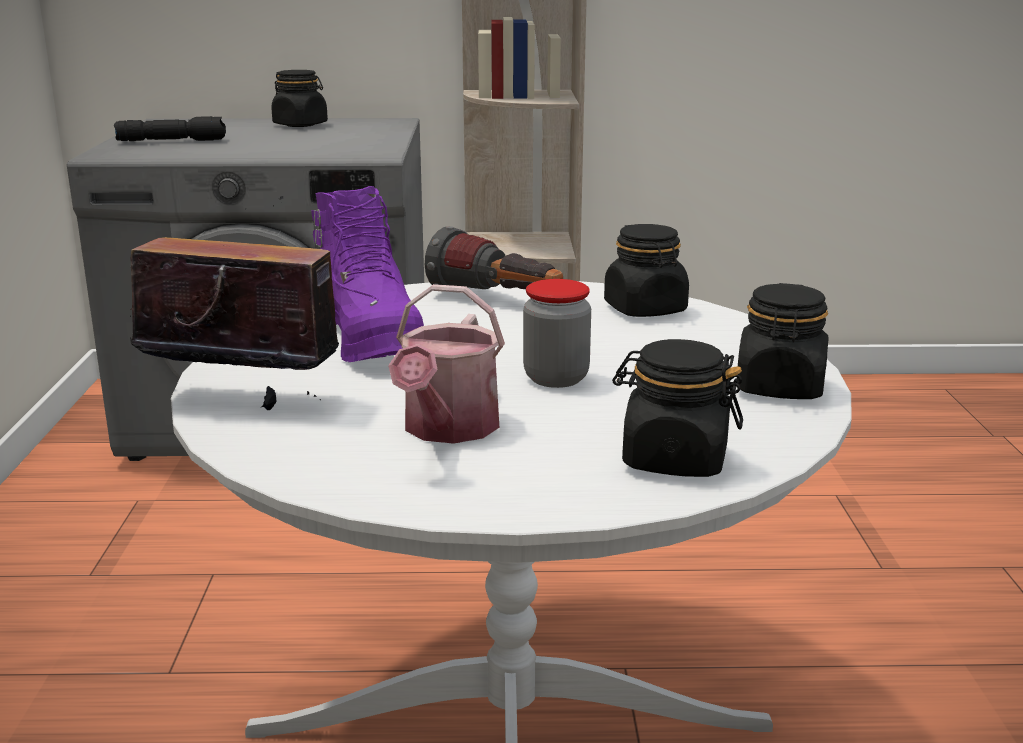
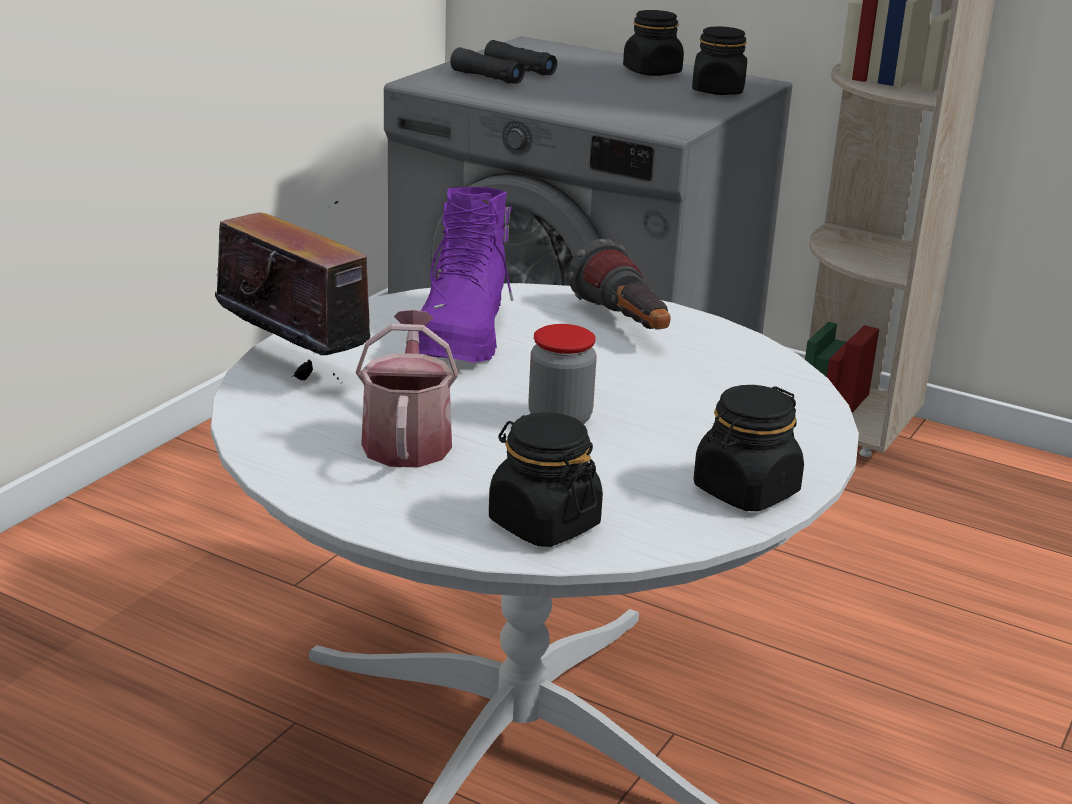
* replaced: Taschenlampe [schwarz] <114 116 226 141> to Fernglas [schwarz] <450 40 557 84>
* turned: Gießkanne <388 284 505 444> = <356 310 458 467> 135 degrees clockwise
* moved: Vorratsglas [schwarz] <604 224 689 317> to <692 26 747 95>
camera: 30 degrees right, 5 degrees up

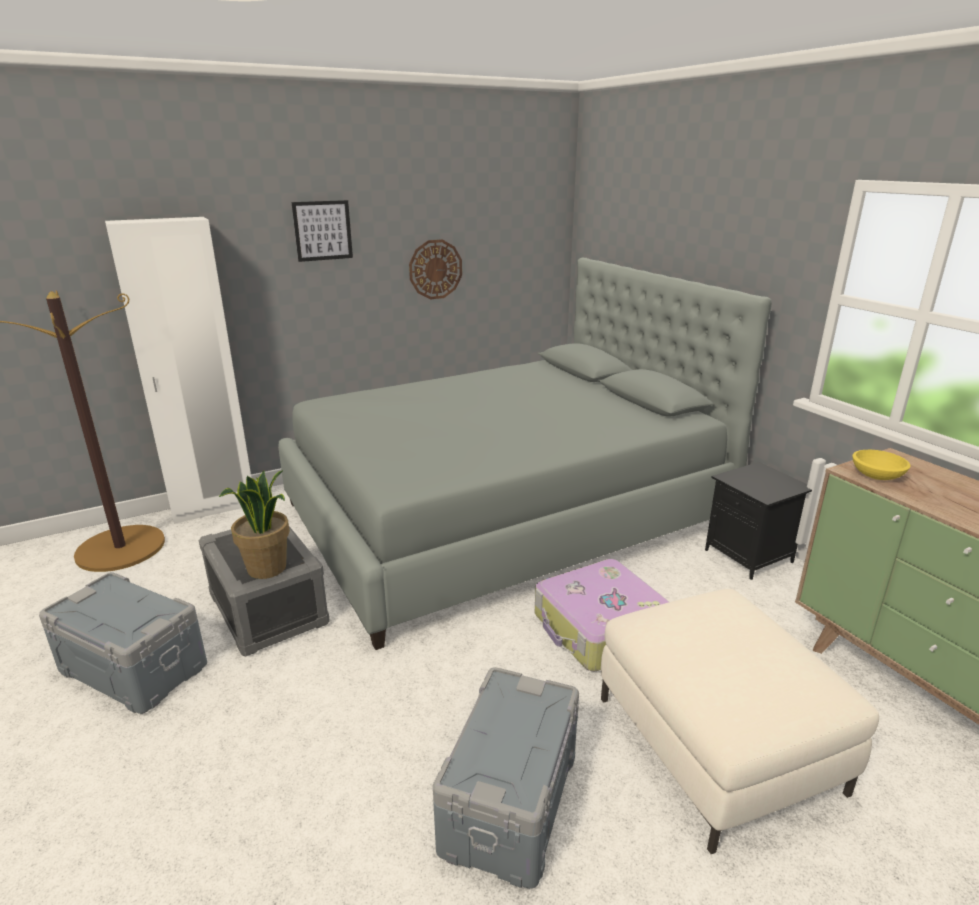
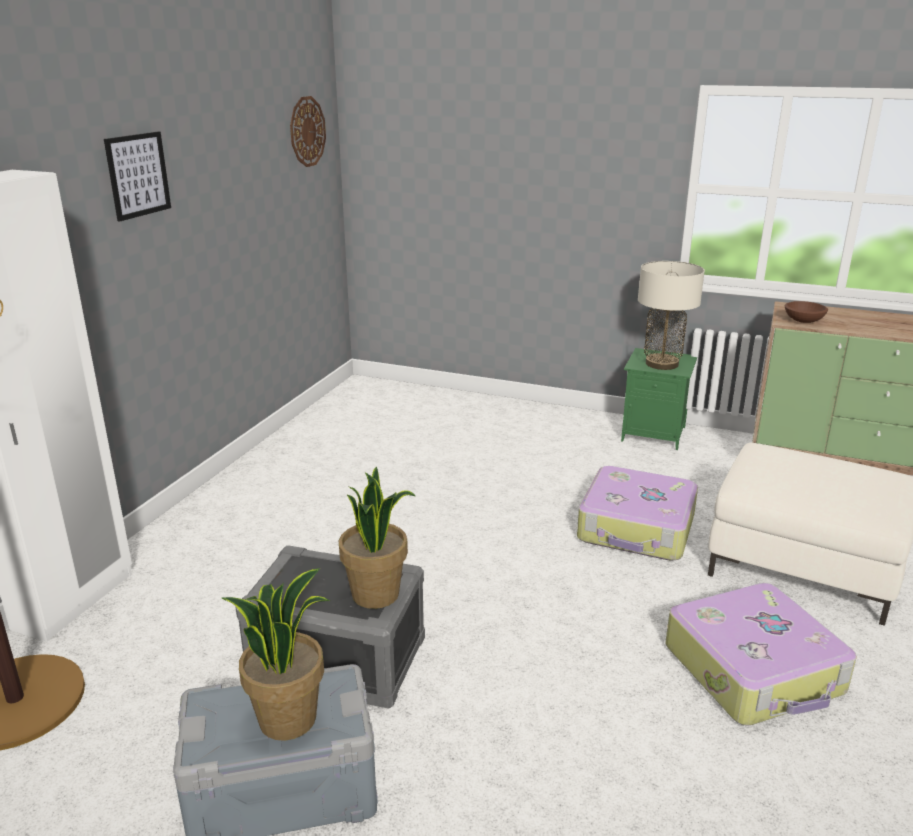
* removed: Bett [grau] <278 258 772 650>
* moved: Wanduhr <409 239 462 300> to <290 96 326 167>
* replaced: Aufbewahrungsbox [grau] <433 667 579 889> to Koffer <666 583 857 726>
* recoloured: Nachttisch [schwarz] <705 462 812 580> to Nachttisch [grün] <621 348 697 450>
* recoloured: Schüssel [gelb] <852 450 911 480> to Schüssel [braun] <785 301 828 323>
* added: Topfpflanze <222 568 331 741>
* added: Tischlampe <638 261 705 370>
camera: 40 degrees left, 0 degrees up

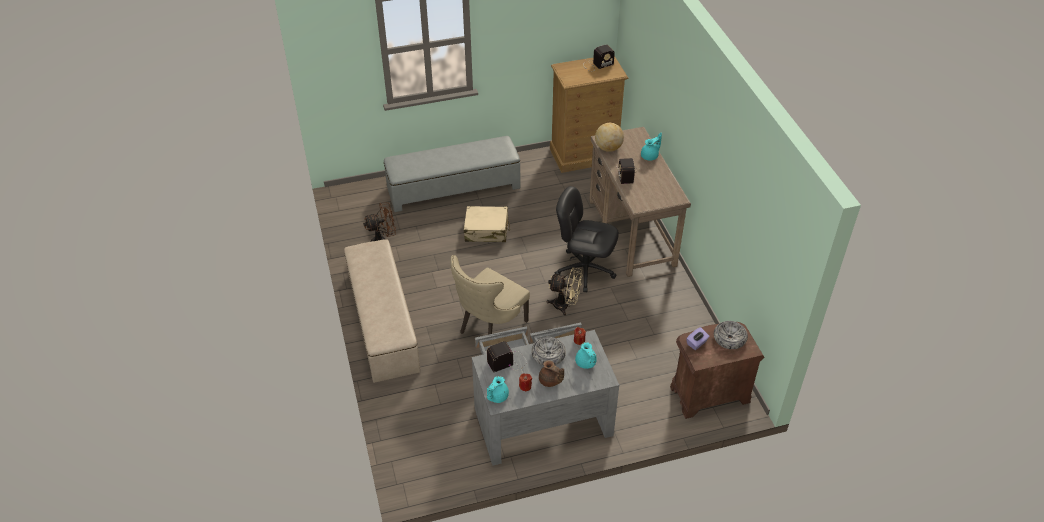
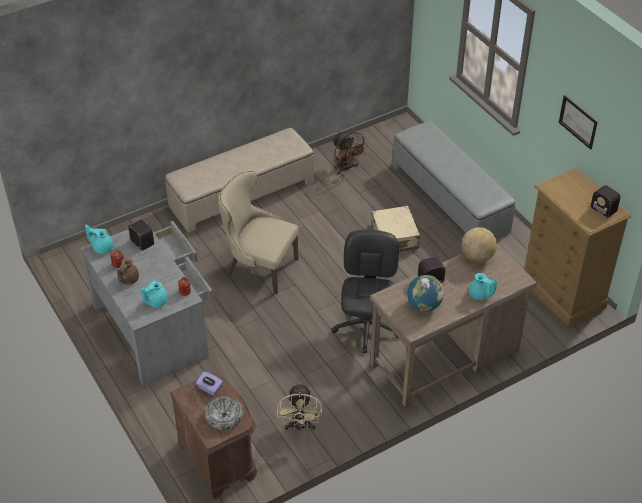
* removed: Schüssel <531 337 566 366>
* moved: Ventilator [beige] <547 267 583 316> to <277 383 322 430>
* added: Globus <407 275 444 311>
* added: Bild <559 95 598 150>
camera: 75 degrees right, 0 degrees up

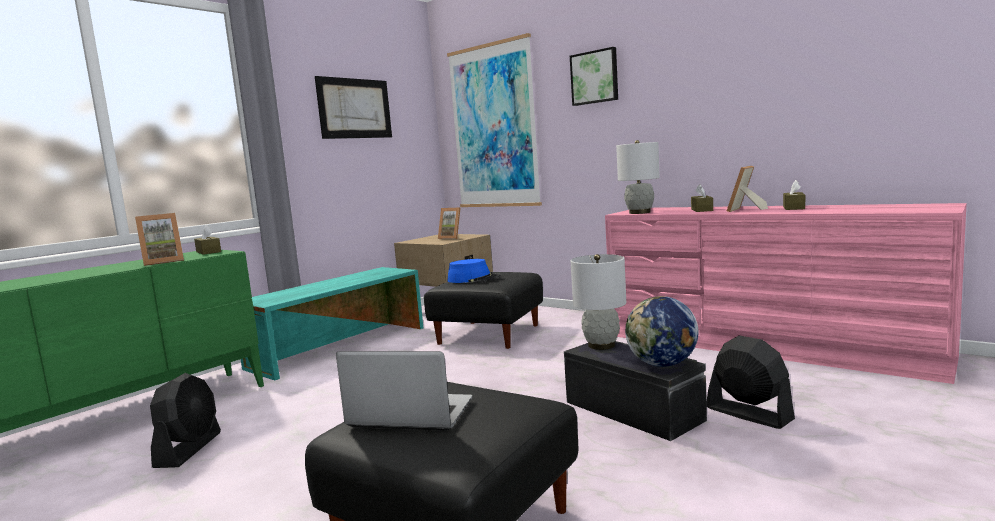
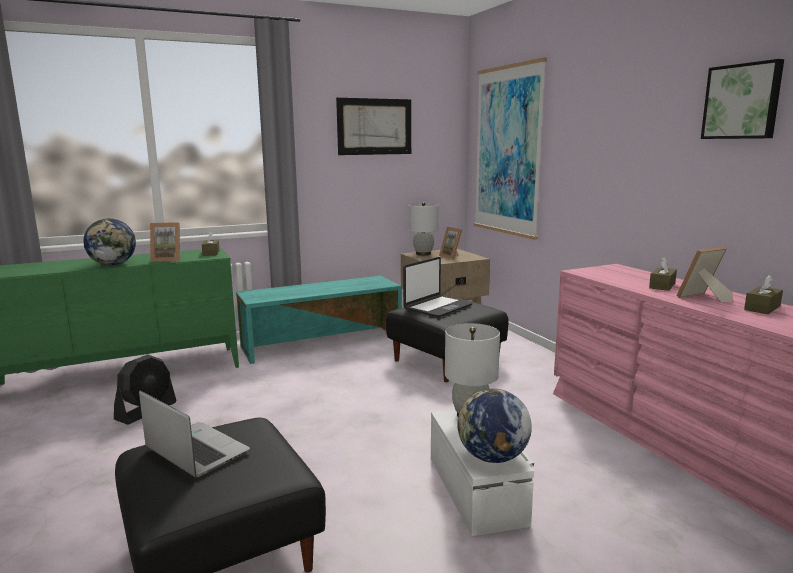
* replaced: Hut [blau] <448 259 501 283> to Laptop <403 257 473 317>
* recoloured: Aufbewahrungsbox [schwarz] <564 341 707 441> to Aufbewahrungsbox [weiß] <431 409 534 536>
* moved: Bild <570 47 618 106> to <701 59 784 139>
* moved: Tischlampe [weiß] <616 140 660 214> to <409 202 438 255>
* removed: Ventilator [schwarz] <707 335 795 429>
* added: Globus <83 218 136 266>
camera: 25 degrees right, 5 degrees up

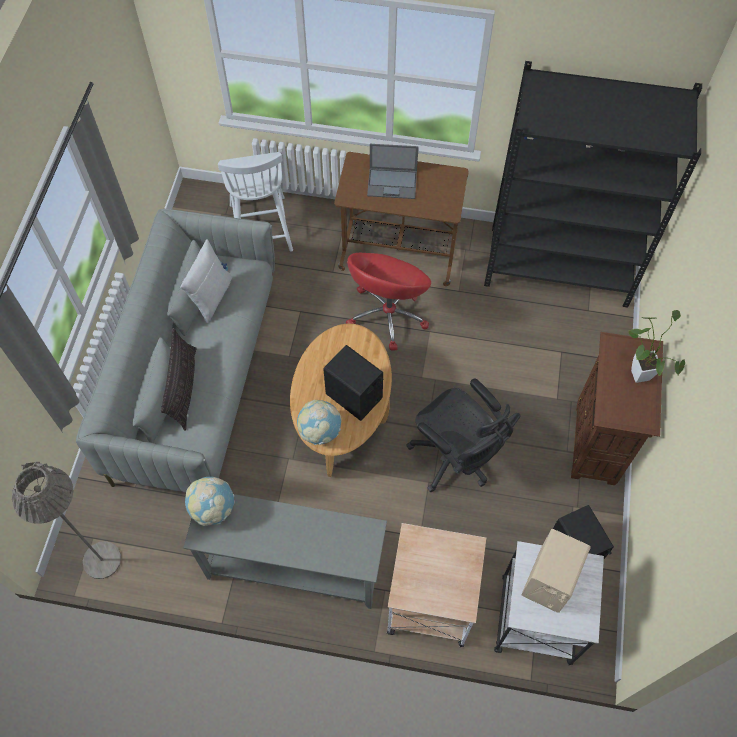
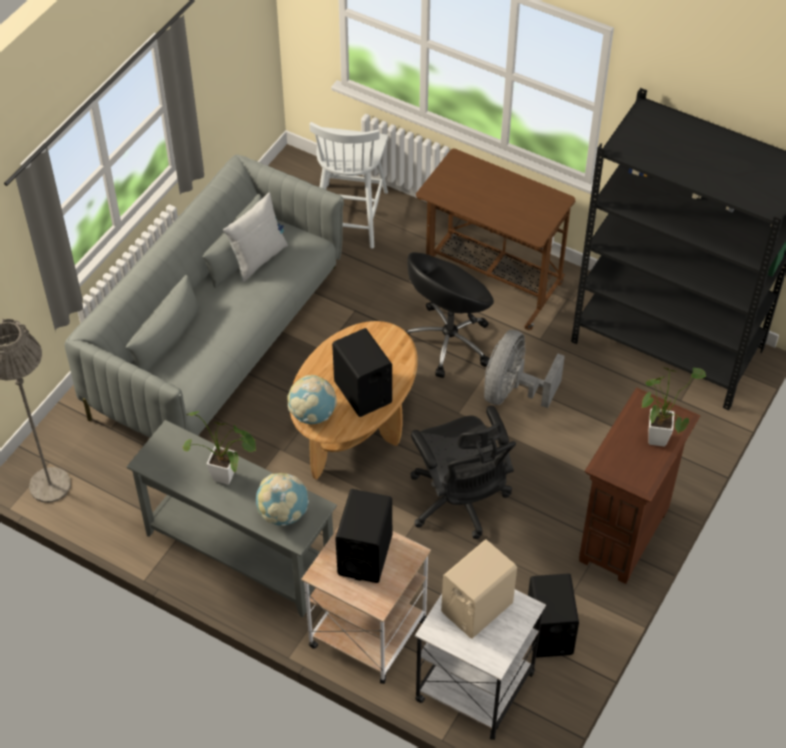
* removed: Kissen <161 328 196 431>
* moved: Globus <185 477 234 526> to <256 473 309 526>
* recoloured: Bürostuhl [rot] <346 253 431 350> to Bürostuhl [schwarz] <406 252 494 378>
* removed: Laptop <367 144 419 199>
* added: Topfpflanze <183 411 256 485>
* added: Lautsprecher [schwarz] <335 489 392 583>
* added: Ventilator [grau] <484 330 565 408>
camera: 20 degrees right, 10 degrees down

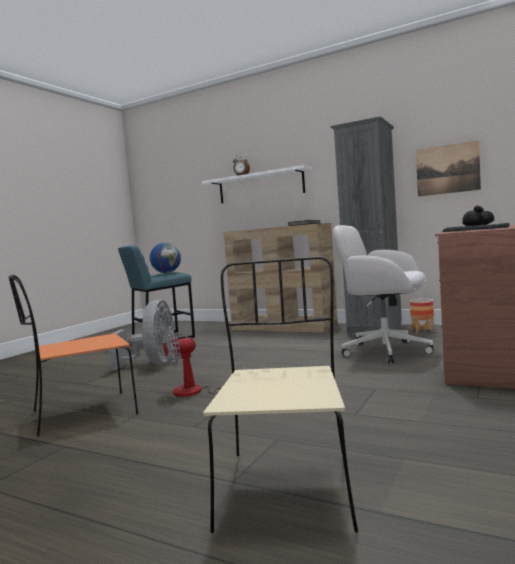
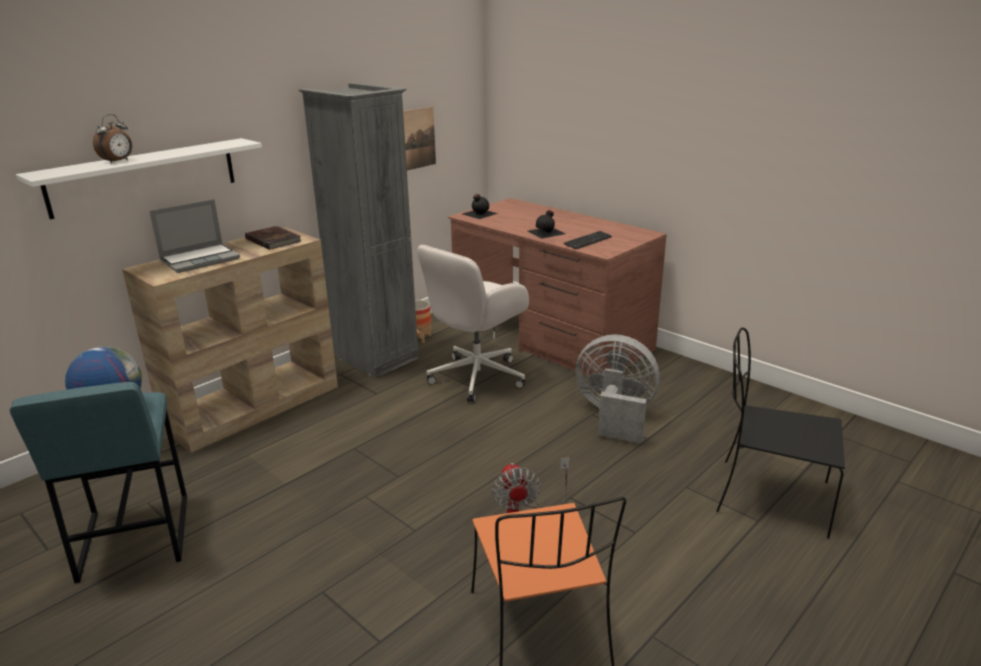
* moved: Ventilator [grau] <108 300 175 370> to <576 335 660 444>
* recoloured: Stuhl [beige] <203 256 358 533> to Stuhl [schwarz] <716 327 845 539>
* added: Laptop <150 200 240 273>
camera: 75 degrees left, 20 degrees up

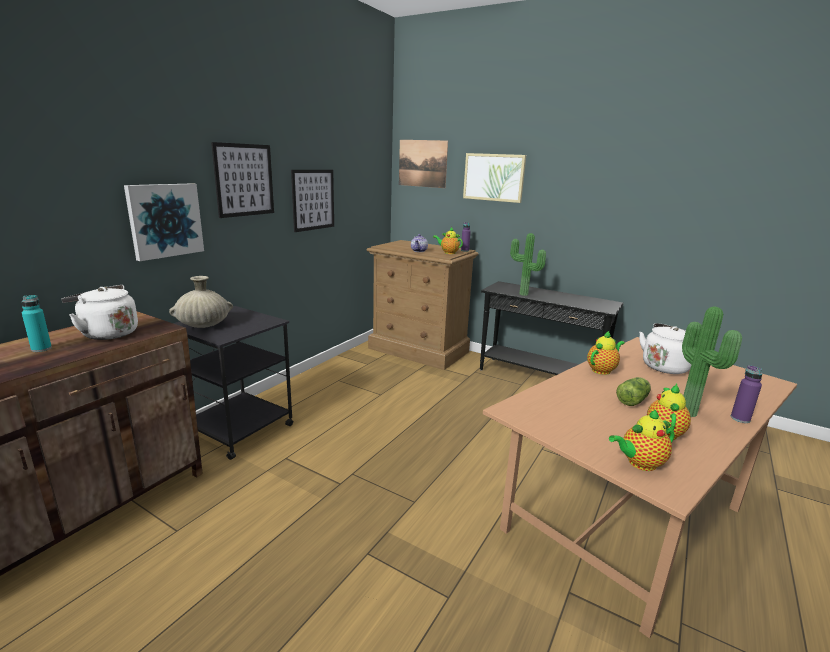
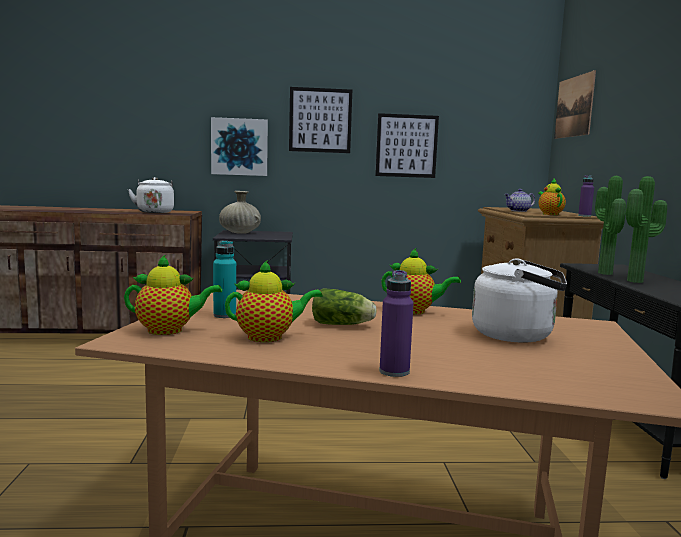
* moved: Flasche [türkis] <22 295 52 352> to <213 240 236 318>
* removed: Bild <463 153 526 203>
* turned: Teekanne <609 409 674 471> = <124 254 222 335> 135 degrees clockwise
* moved: Topfpflanze <682 307 742 417> to <626 176 667 283>
camera: 55 degrees right, 10 degrees down

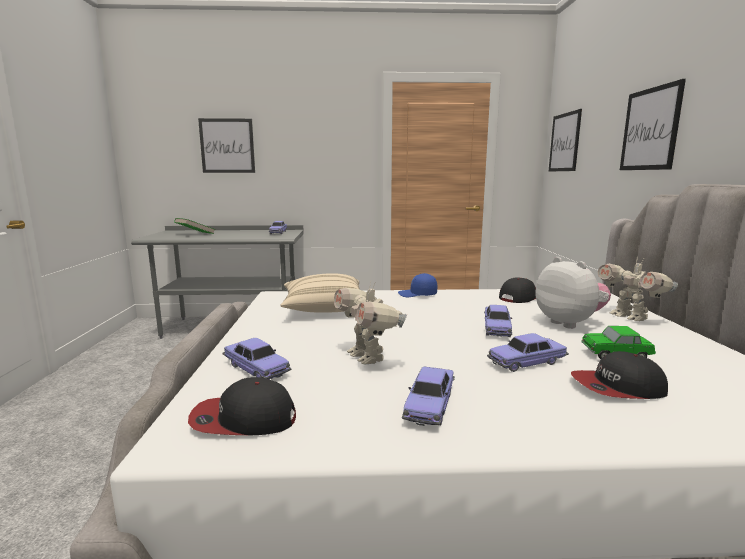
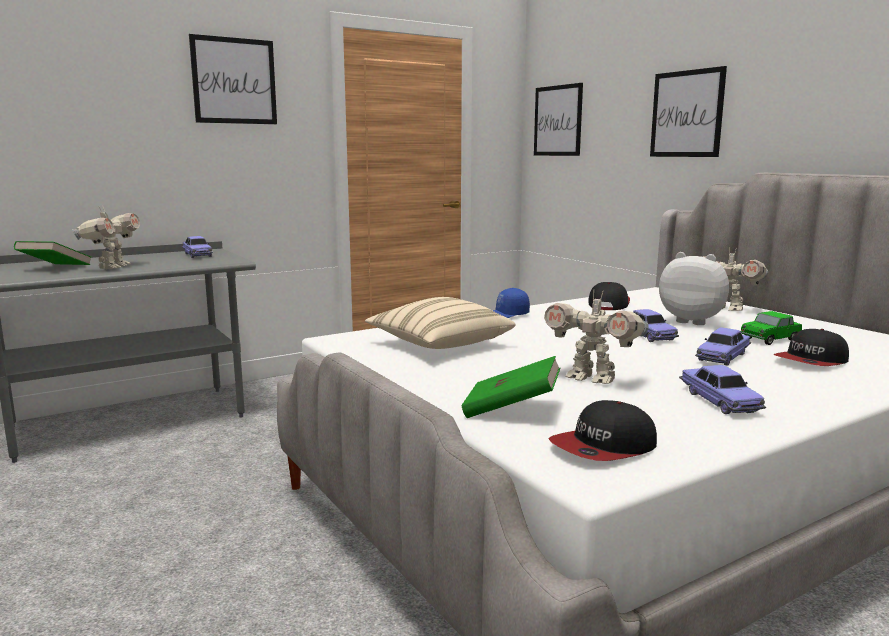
* moved: Bild <198 118 255 173> to <189 34 277 124>
* replaced: Spielzeugauto <222 338 291 379> to Buch [grün] <461 356 561 418>
* added: Spielzeugroboter <72 207 140 270>
camera: 30 degrees left, 0 degrees up

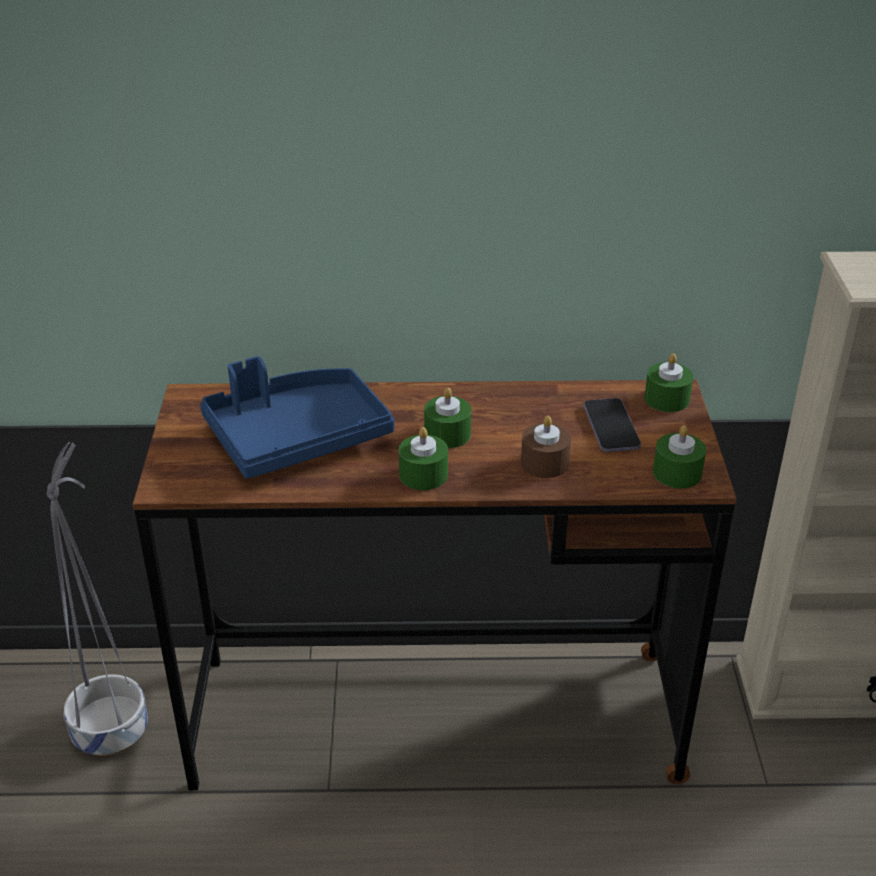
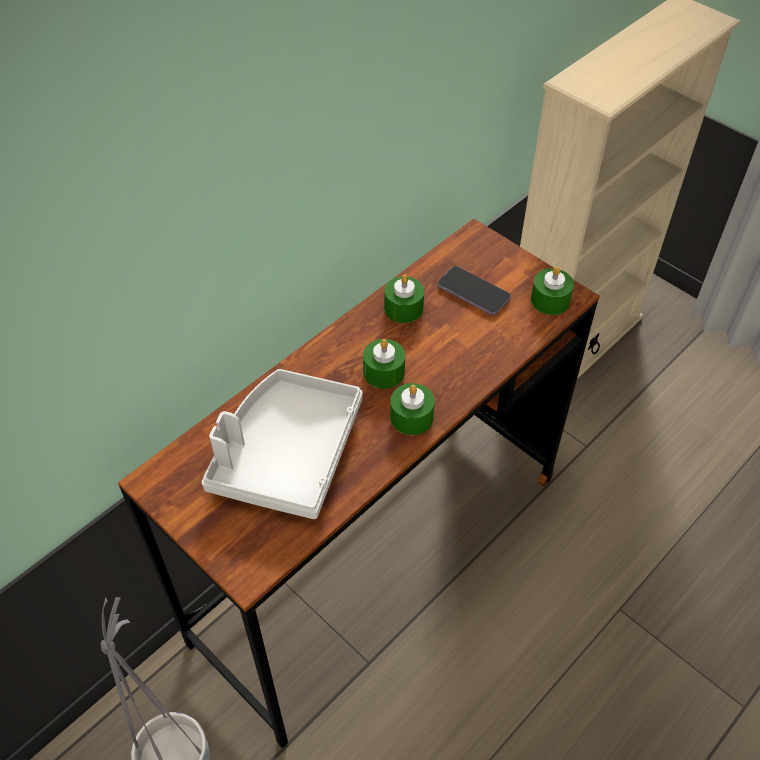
* recoloured: Tablett [blau] <200 356 395 479> to Tablett [grau] <202 369 363 519>
* removed: Kerze [braun] <521 415 571 478>
* moved: Kerze [grün] <644 353 693 412> to <384 275 424 323>
camera: 45 degrees left, 15 degrees up

